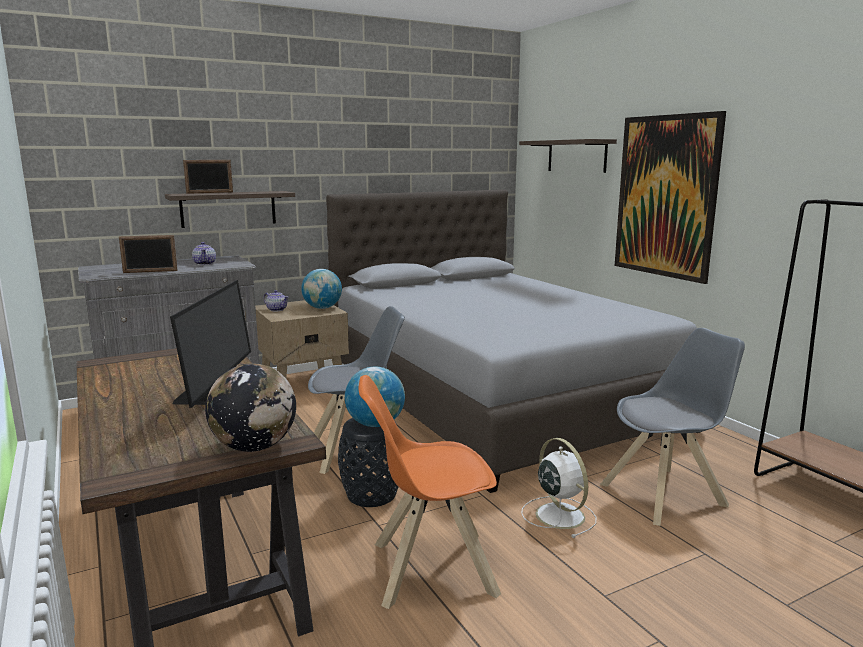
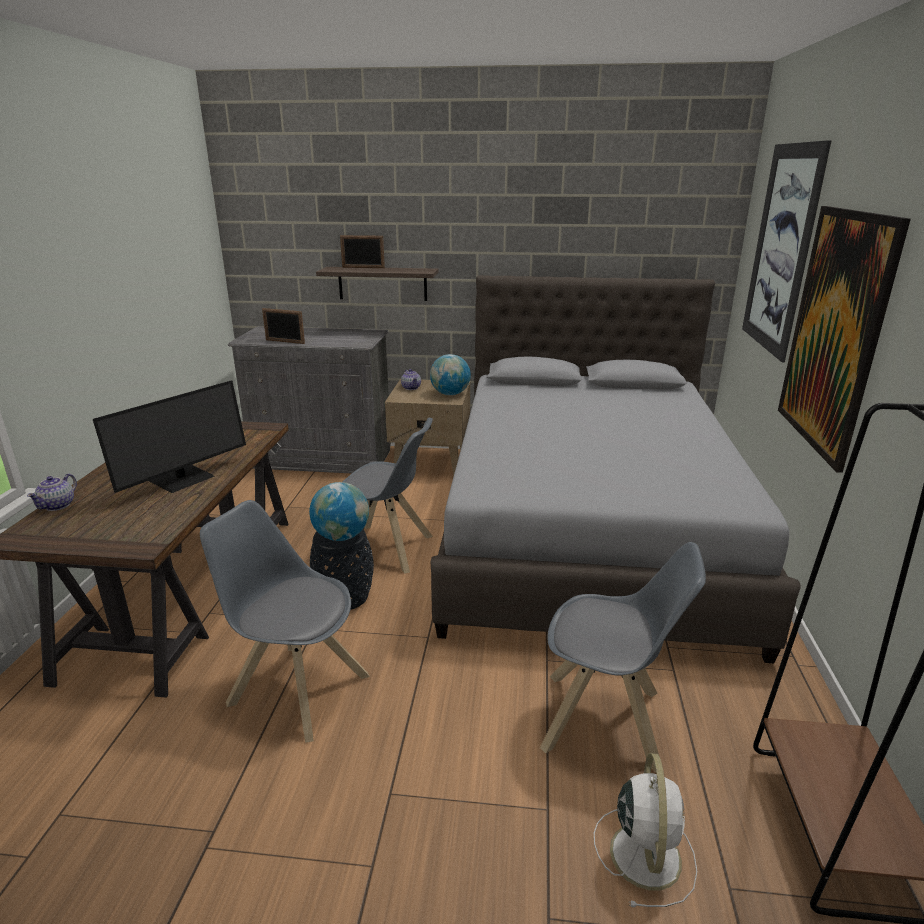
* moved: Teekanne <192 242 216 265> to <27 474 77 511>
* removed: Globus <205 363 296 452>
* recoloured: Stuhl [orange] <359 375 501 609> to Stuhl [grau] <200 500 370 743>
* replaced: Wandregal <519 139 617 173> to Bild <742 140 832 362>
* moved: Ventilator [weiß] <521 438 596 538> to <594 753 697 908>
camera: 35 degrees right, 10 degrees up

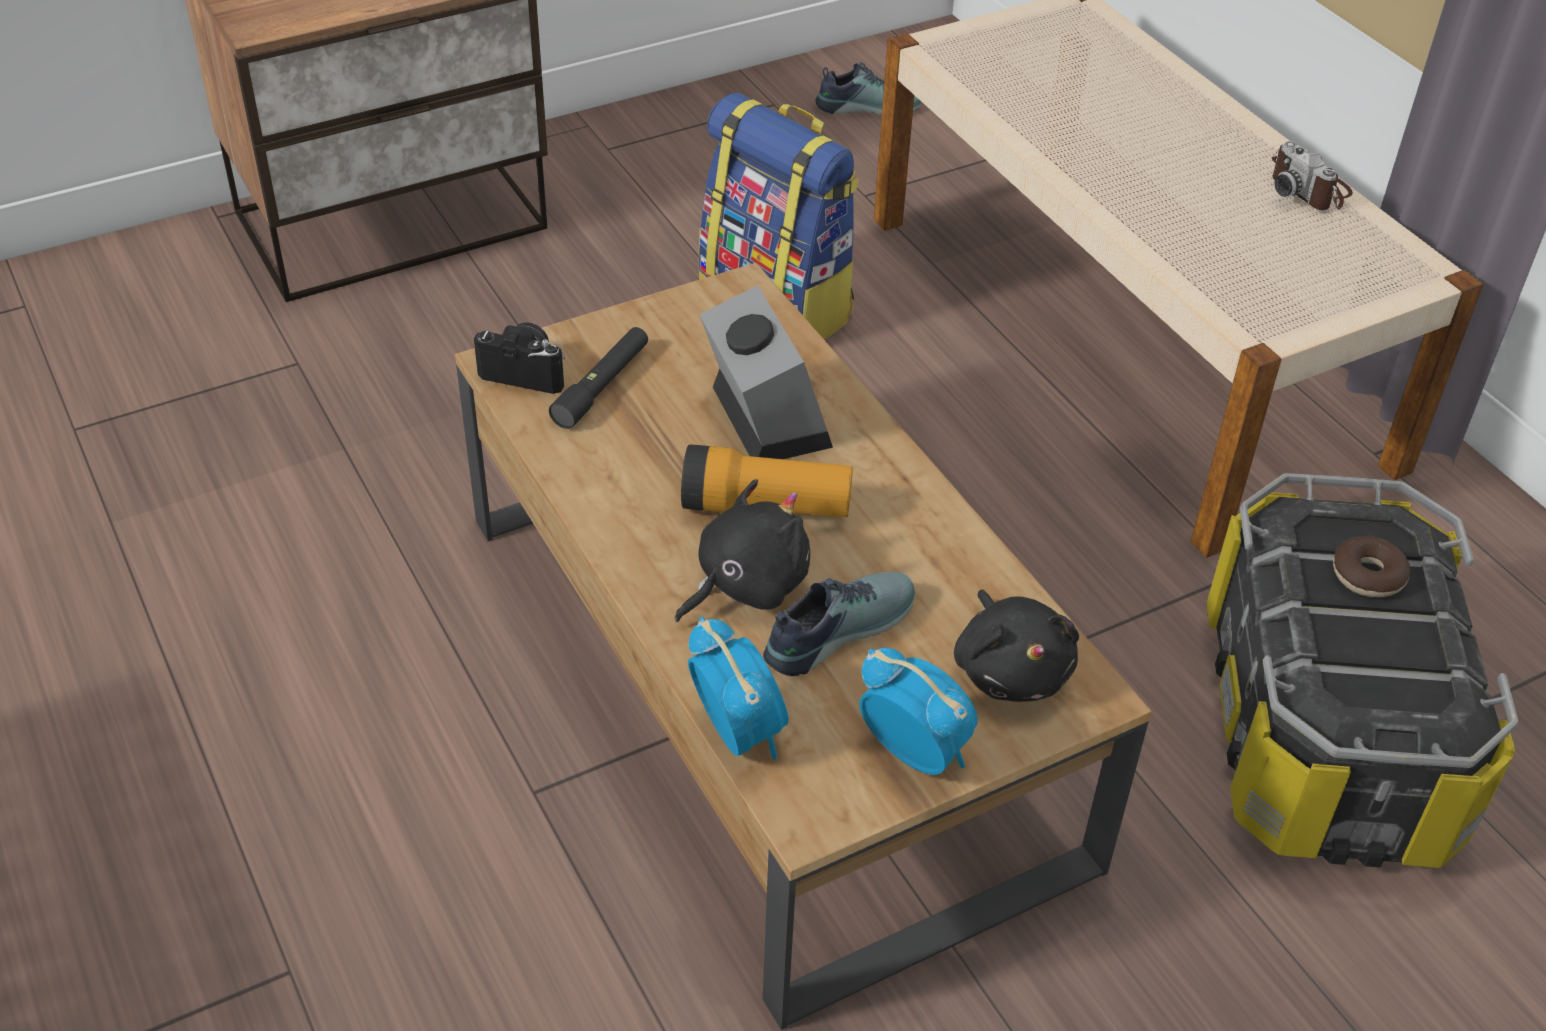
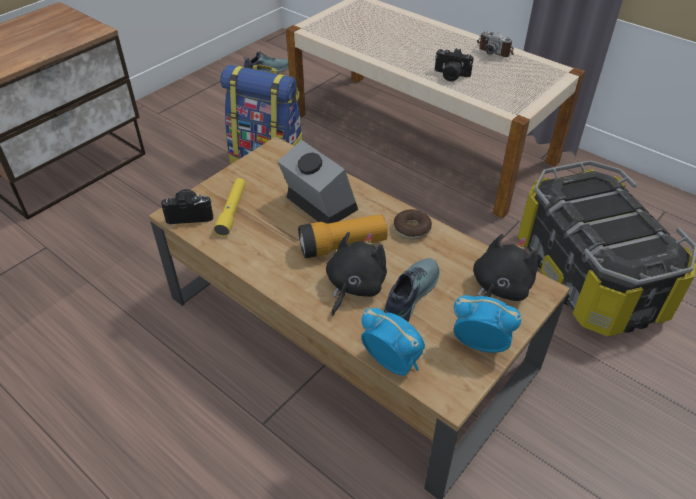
* recoloured: Taschenlampe [schwarz] <549 327 648 429> to Taschenlampe [gelb] <214 178 246 237>
* turned: Plüschtier [schwarz] <954 590 1079 702> = <473 234 538 301> 105 degrees counterclockwise
* moved: Donut <1333 536 1411 597> to <394 209 432 240>
* added: Kamera <435 48 474 82>
camera: 20 degrees left, 0 degrees up

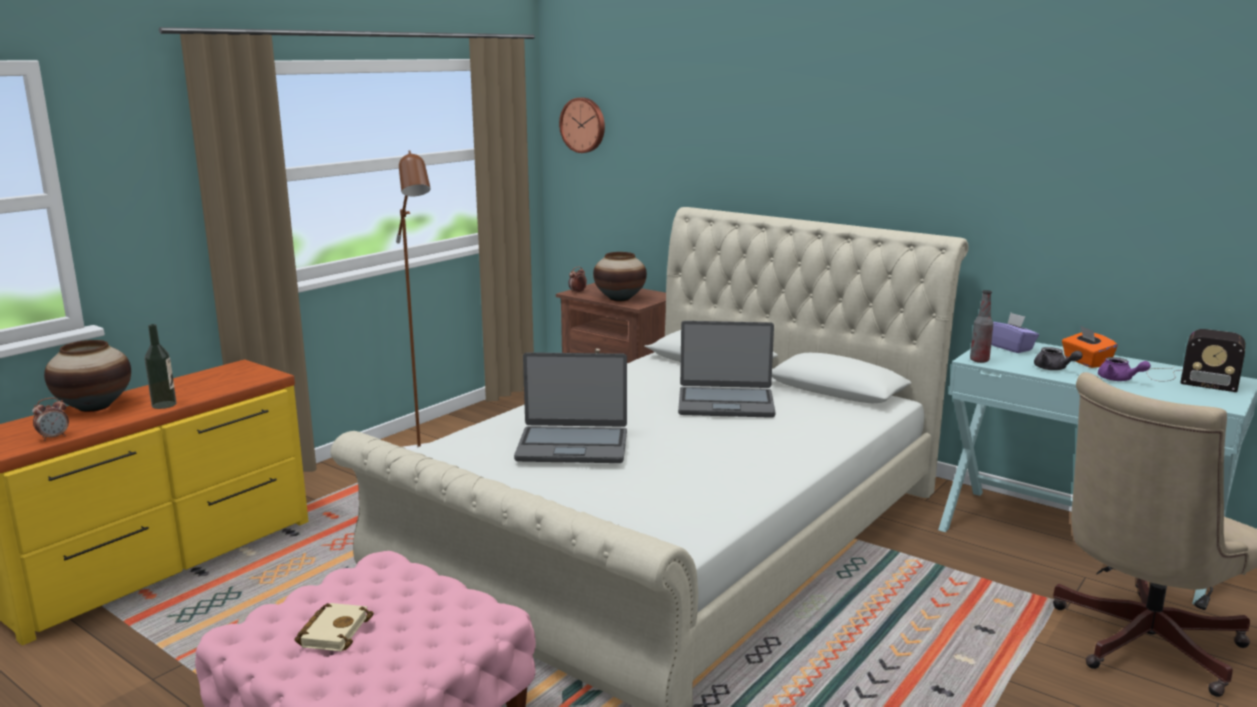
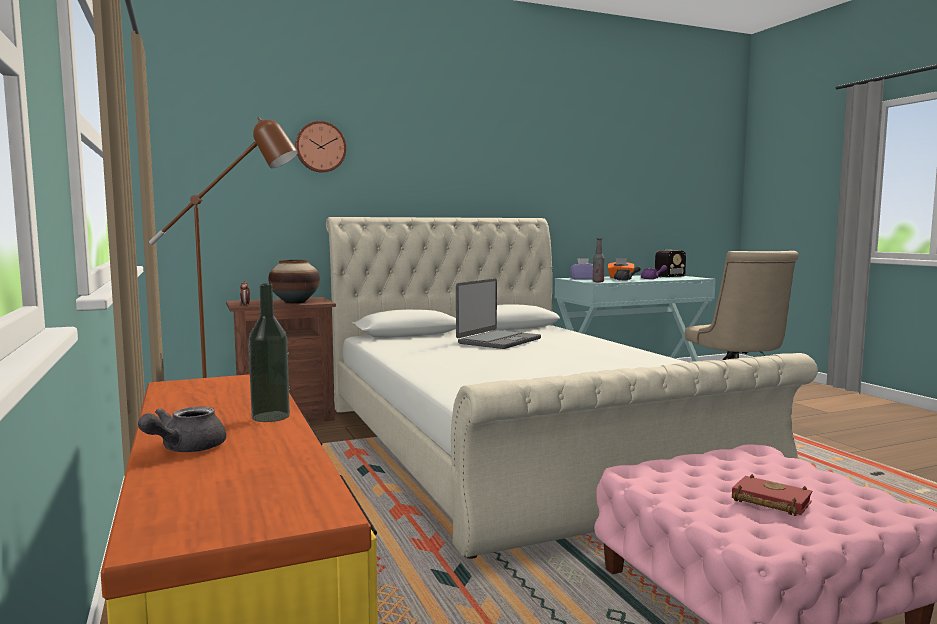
* removed: Wecker <32 398 69 441>
* replaced: Vase <44 340 131 412> to Teekanne [grau] <138 407 226 452>
* recoloured: Buch [beige] <294 603 374 651> to Buch [rot] <732 474 813 516>
* removed: Laptop <514 352 627 463>
* moved: Wanduhr <559 98 605 153> to <295 121 346 173>
camera: 60 degrees left, 10 degrees down

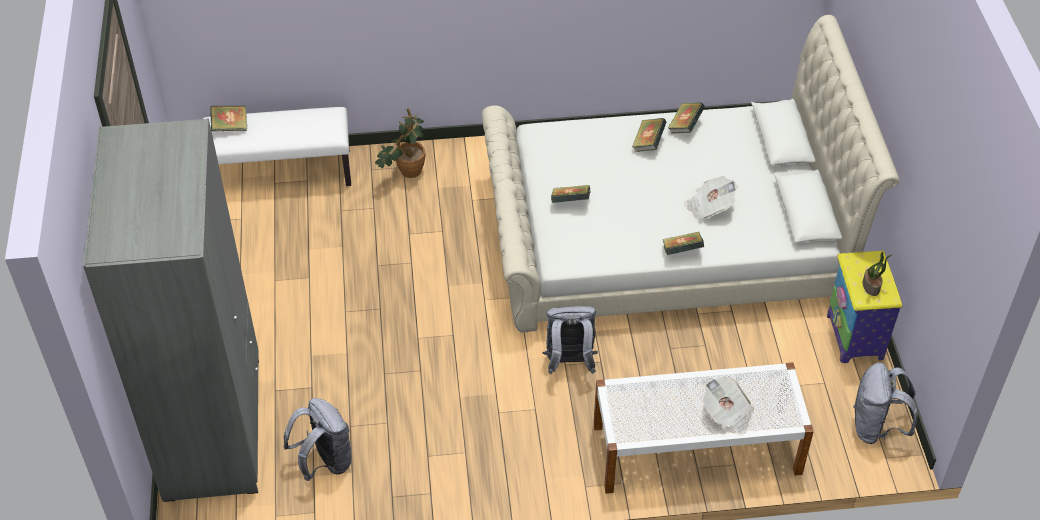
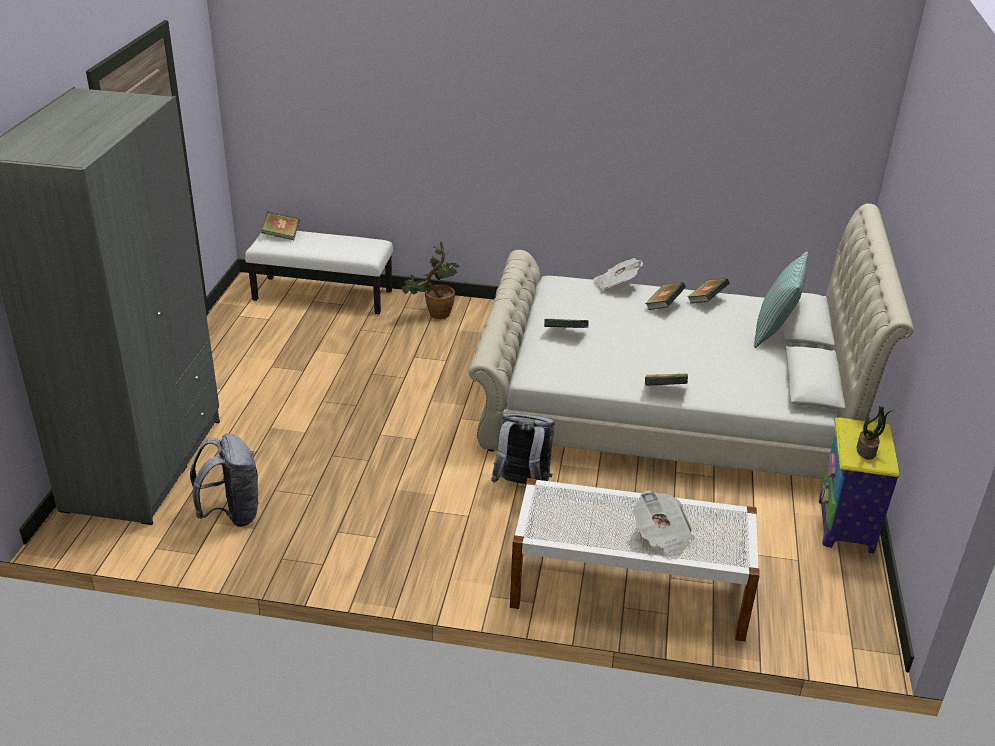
* moved: Zeitung <684 176 738 220> to <593 258 643 290>
* removed: Rucksack [grau] <853 363 918 444>
* added: Kissen <754 252 808 348>
camera: 15 degrees right, 15 degrees down

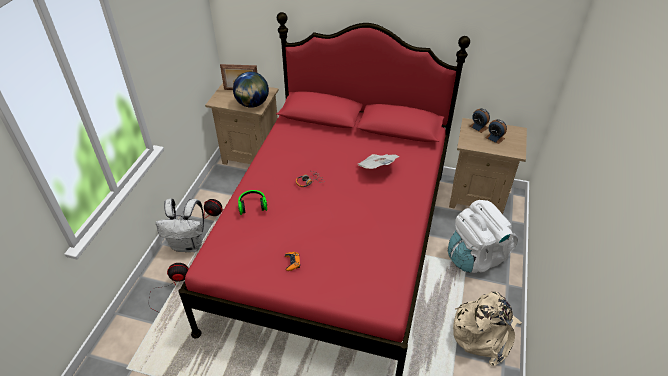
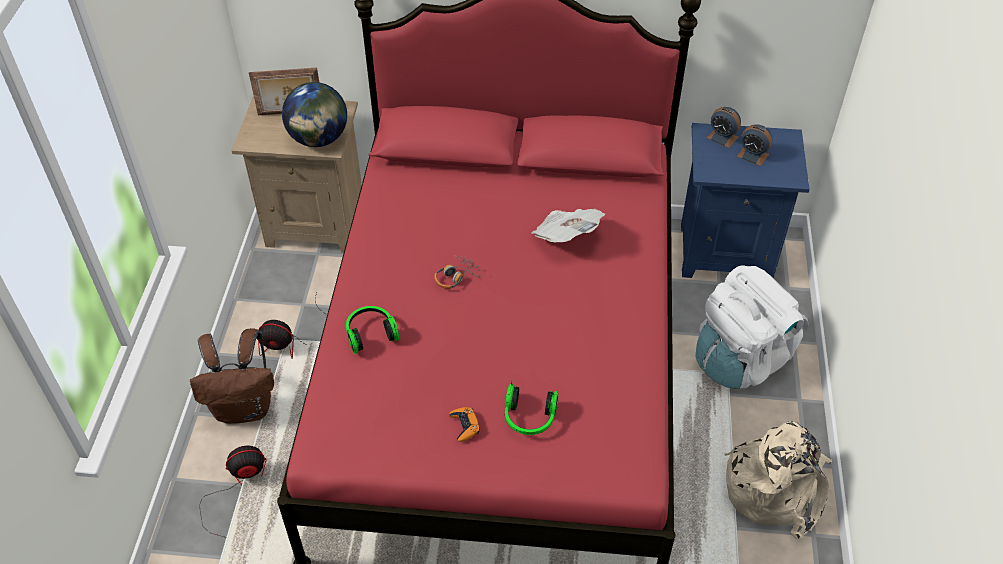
* recoloured: Rucksack [weiß] <156 199 204 252> to Rucksack [braun] <190 328 274 424>
* recoloured: Nachttisch [beige] <449 118 527 214> to Nachttisch [blau] <681 123 810 278>
* added: Kopfhörer <505 380 558 435>
camera: 10 degrees left, 5 degrees up

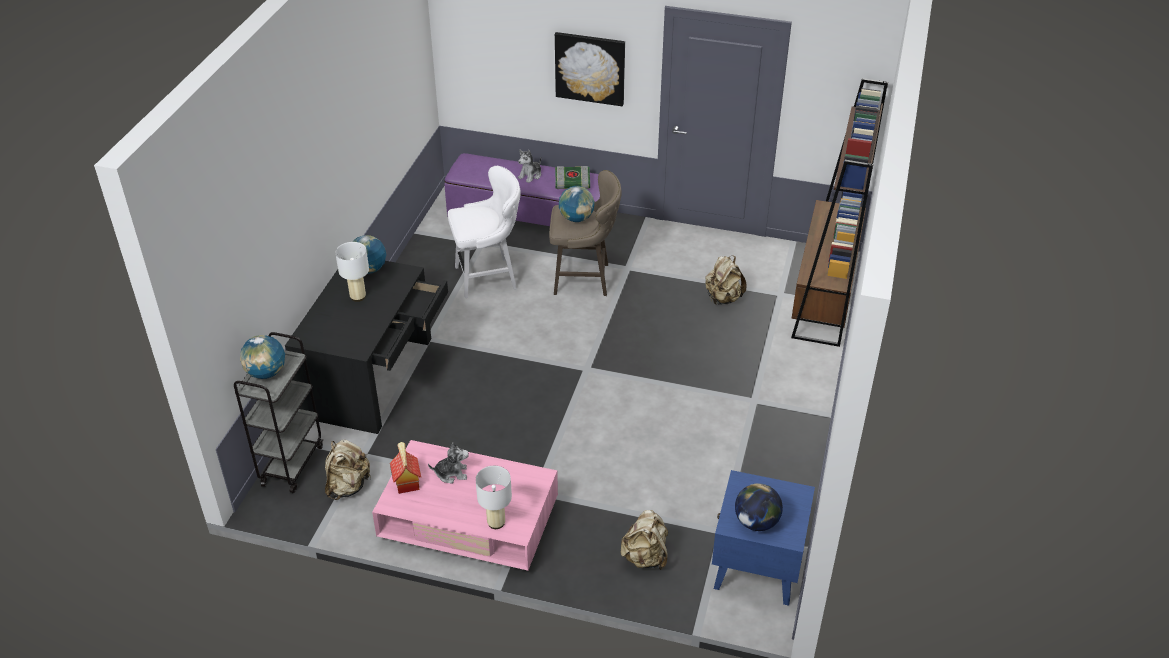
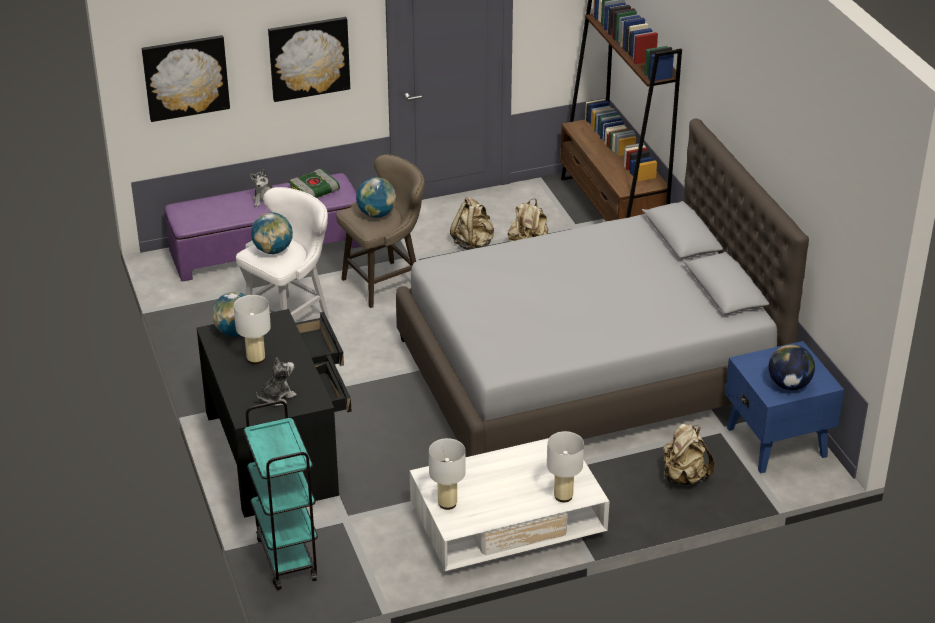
* recoloured: Rollwagen [grau] <234 332 323 493> to Rollwagen [türkis] <243 400 318 590>
* moved: Globus <240 335 285 379> to <251 212 293 254>
* moved: Rucksack [beige] <325 440 371 500> to <450 197 494 250>
* recoloured: Couchtisch [rosa] <372 440 558 571> to Couchtisch [weiß] <410 438 610 571>
* replaced: Spielzeughaus <390 442 421 494> to Tischlampe [weiß] <429 438 466 510>
* moved: Plüschtier <428 442 469 484> to <256 357 297 406>
* added: Bild <142 35 230 122>
* added: Bett [grau] <396 119 809 457>
camera: 35 degrees left, 5 degrees down

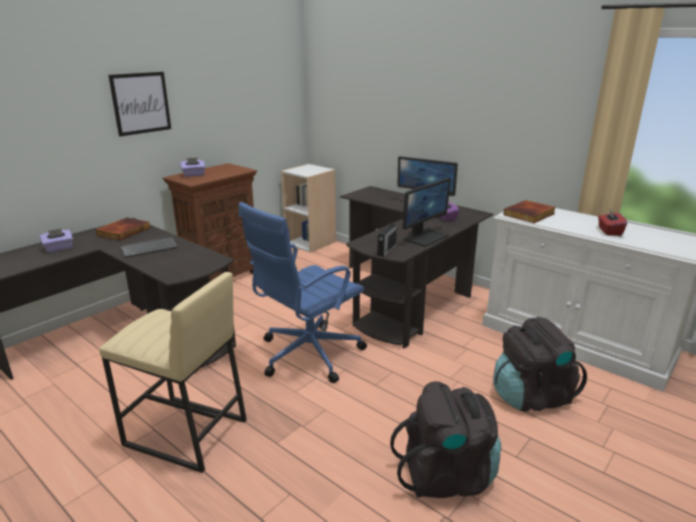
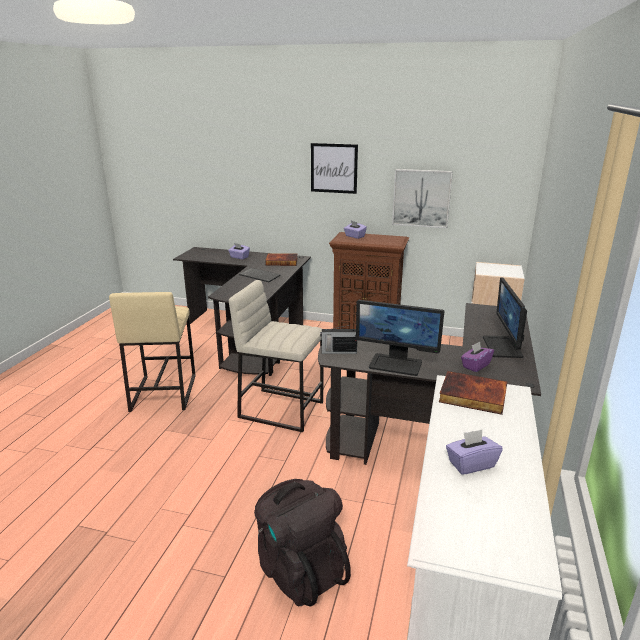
* replaced: Bürostuhl [blau] <238 202 367 383> to Hocker [beige] <229 280 323 432>
* removed: Rucksack [schwarz] <390 381 501 498>
* recoloured: Taschentuchbox [rot] <598 208 627 236> to Taschentuchbox [lila] <446 430 503 475>
* added: Bild <392 169 453 228>
camera: 65 degrees right, 0 degrees up

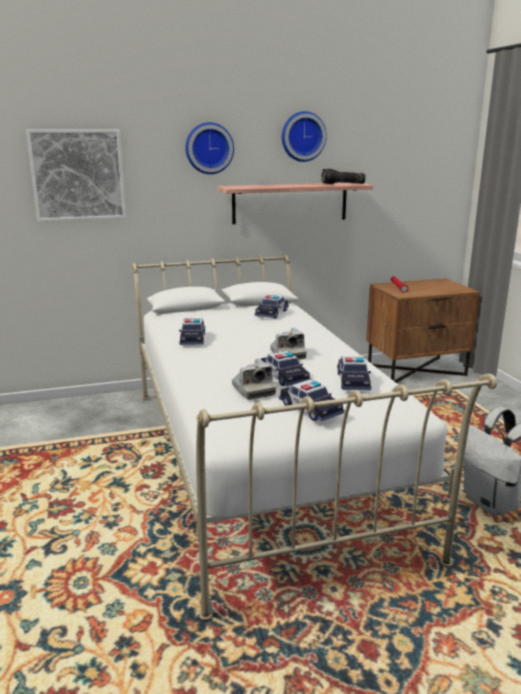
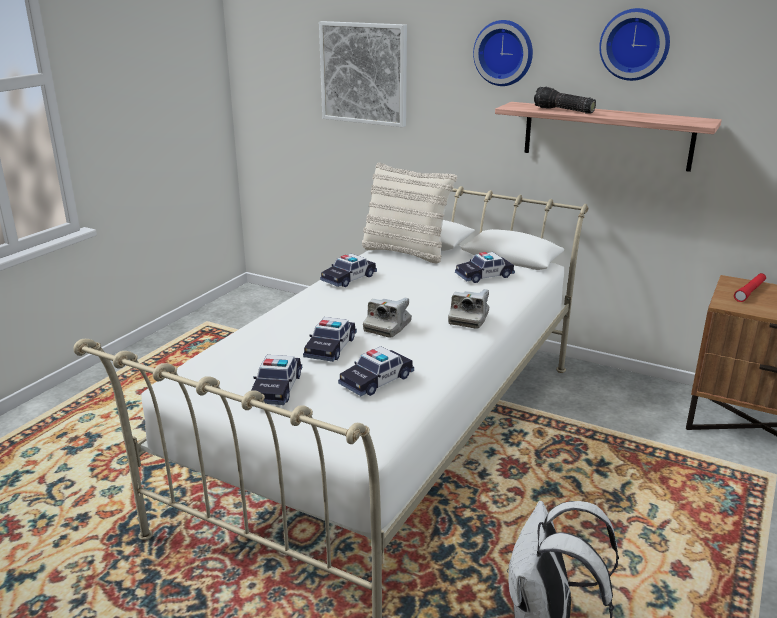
* moved: Kamera <232 359 276 400> to <448 289 490 329>
* moved: Taschenlampe <321 168 366 184> to <534 87 596 113>
* added: Kissen [beige] <362 162 457 263>
camera: 45 degrees right, 5 degrees up

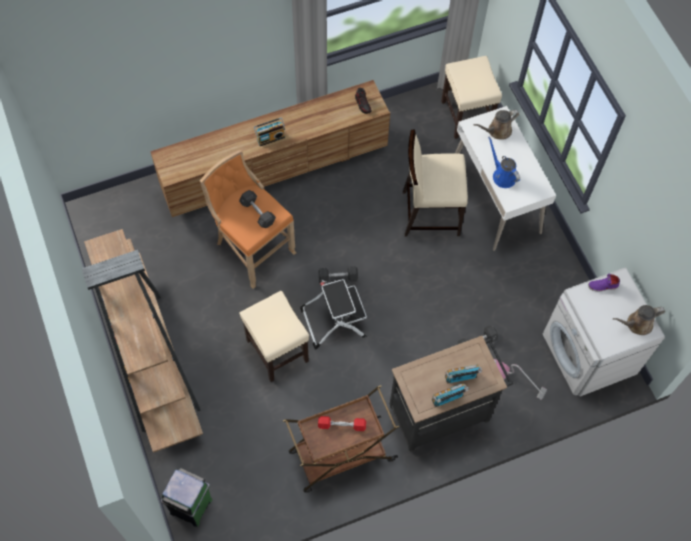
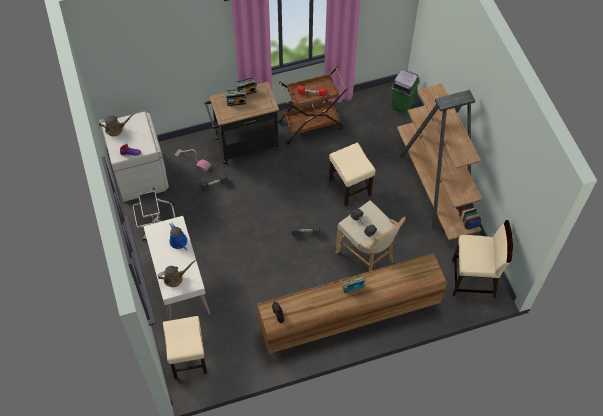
* recoloured: Hocker [orange] <200 150 296 289> to Hocker [beige] <335 200 406 271>
* moved: Trittleiter <300 279 367 350> to <133 188 176 241>
* moved: Stuhl [beige] <403 129 468 237> to <452 220 513 298>
camera: 175 degrees left, 5 degrees down

